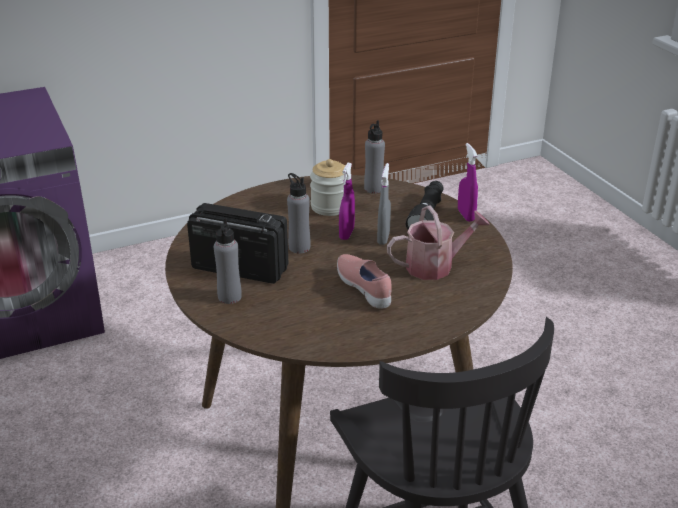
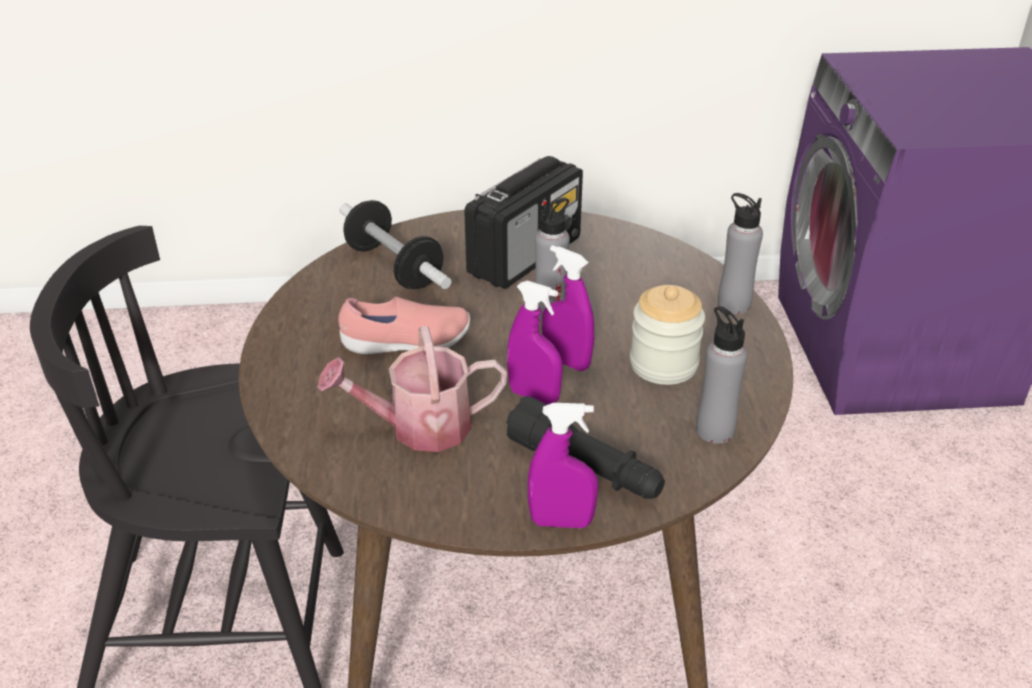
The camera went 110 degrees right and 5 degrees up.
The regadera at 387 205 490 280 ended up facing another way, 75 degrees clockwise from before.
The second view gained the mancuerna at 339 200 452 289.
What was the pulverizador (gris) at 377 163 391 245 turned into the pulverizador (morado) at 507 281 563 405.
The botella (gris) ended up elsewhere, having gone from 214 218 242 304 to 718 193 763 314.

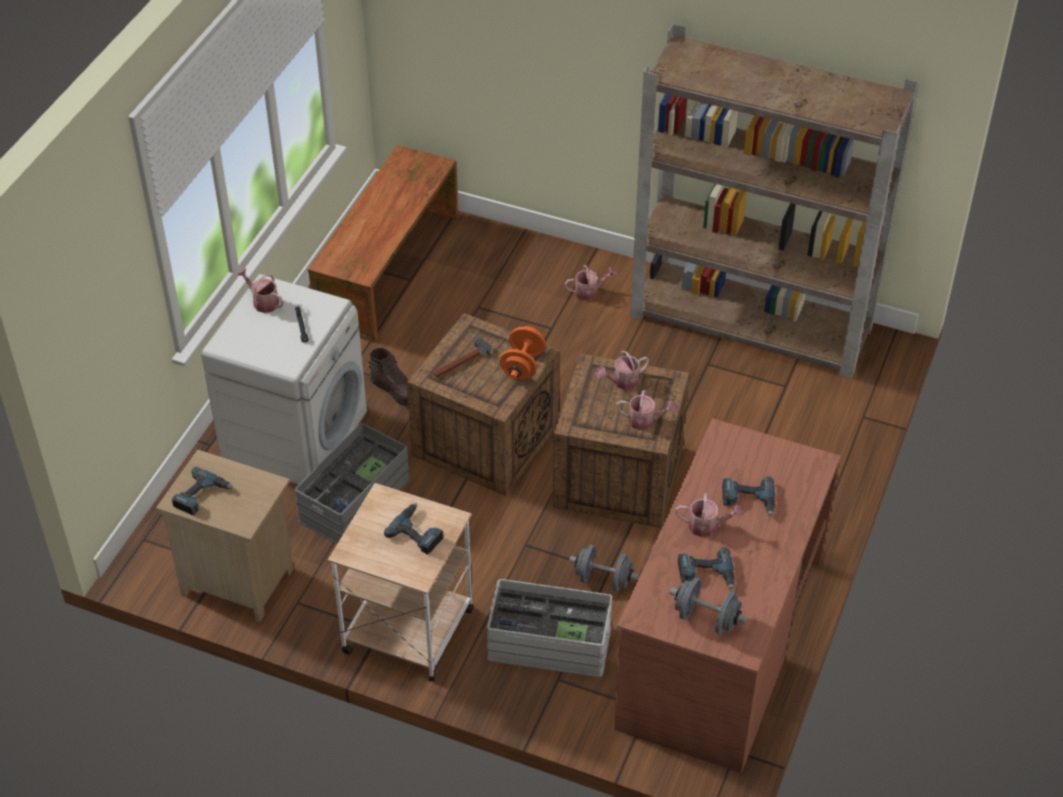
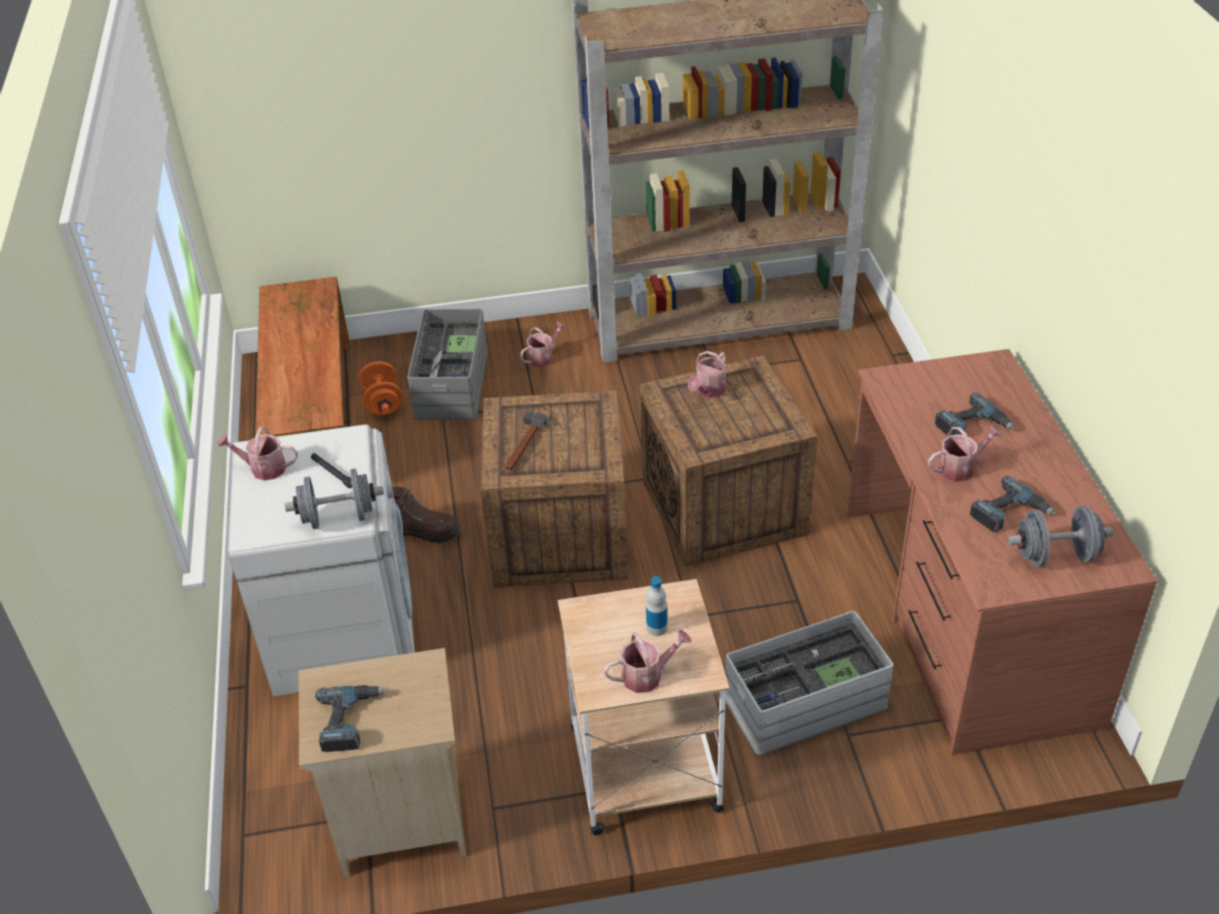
The camera went 30 degrees left and 5 degrees down.
The mancuerna (gris) ended up elsewhere, having gone from 569 545 639 592 to 285 468 384 529.
The mancuerna (naranja) ended up elsewhere, having gone from 500 326 546 380 to 358 361 403 415.
The caja de almacenaje (gris) ended up elsewhere, having gone from 295 423 410 544 to 407 309 488 420.
The regadera ended up elsewhere, having gone from 616 390 678 430 to 604 630 692 693.
Where the taladro stood at 384 503 444 555, the botella came to stand at 646 576 668 636.

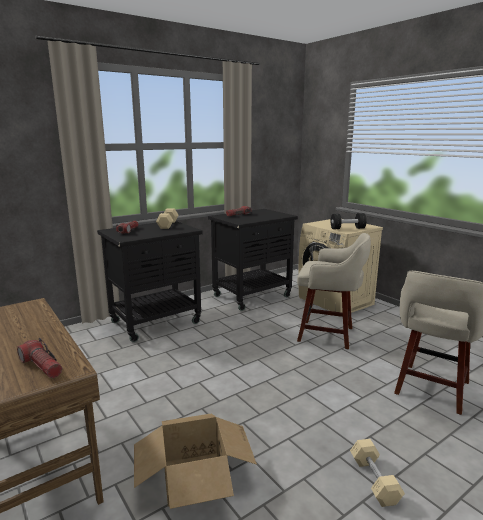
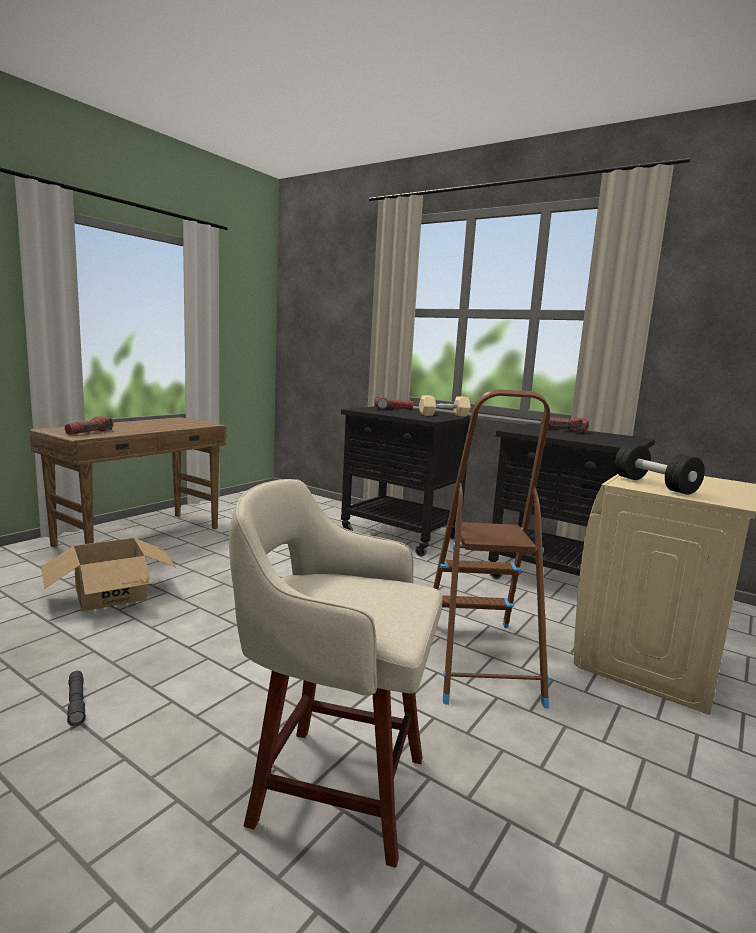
The camera went 70 degrees right and 5 degrees down.
Where the mancuerna (beis) stood at 350 439 405 507, the linterna (gris) came to stand at 67 671 86 726.
Where the taburete (beis) stood at 297 233 371 349, the escalera de tijera (marrón) came to stand at 433 389 550 708.

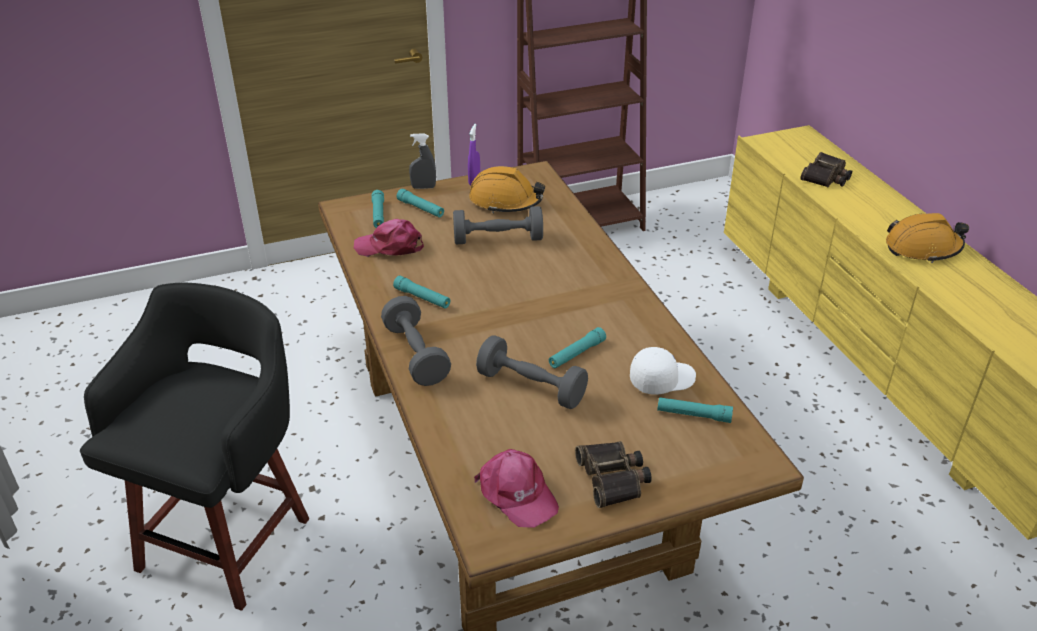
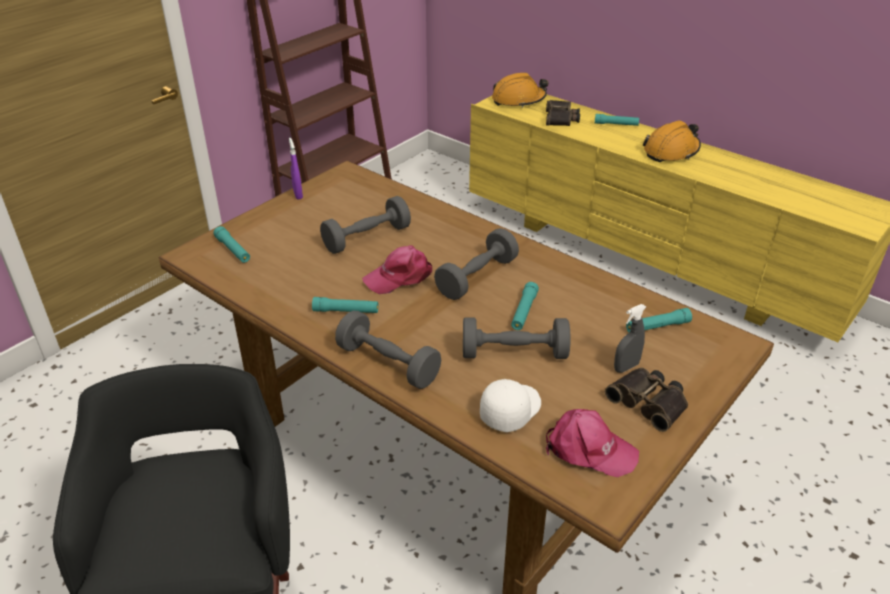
The camera went 30 degrees left and 0 degrees up.
The gorra (rosa) ended up elsewhere, having gone from 354 219 424 257 to 362 245 432 294.
The second view gained the mancuerna (gris) at 434 228 519 300.
The gorra (blanco) ended up elsewhere, having gone from 630 347 696 395 to 480 379 541 432.
The casco (naranja) ended up elsewhere, having gone from 469 166 545 213 to 492 73 548 108.
The linterna (turquesa) ended up elsewhere, having gone from 397 189 444 217 to 595 114 639 126.
The pulverizador (gris) ended up elsewhere, having gone from 409 134 436 189 to 614 304 646 373.

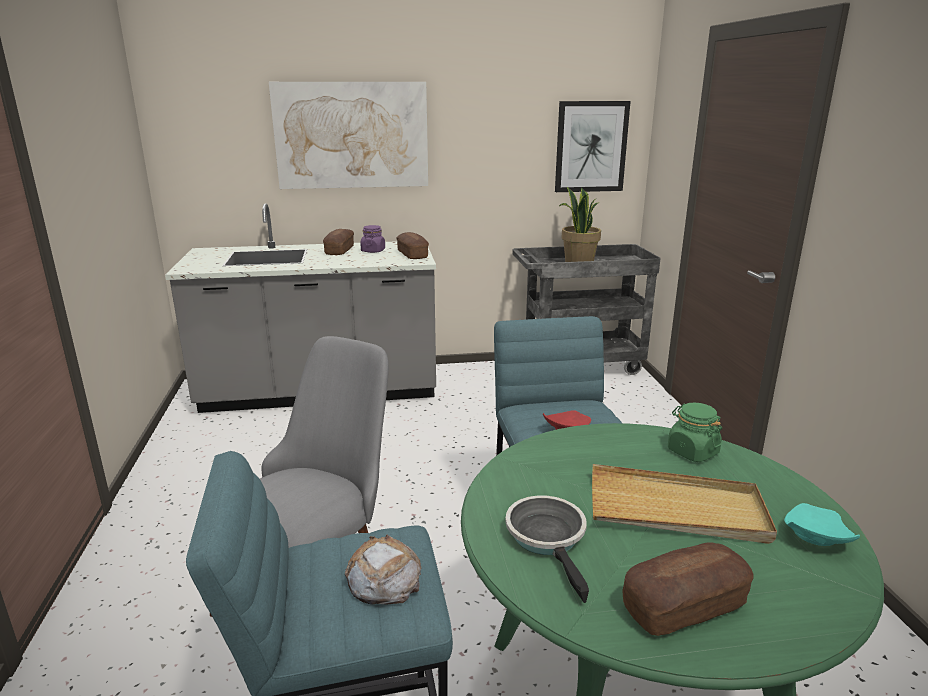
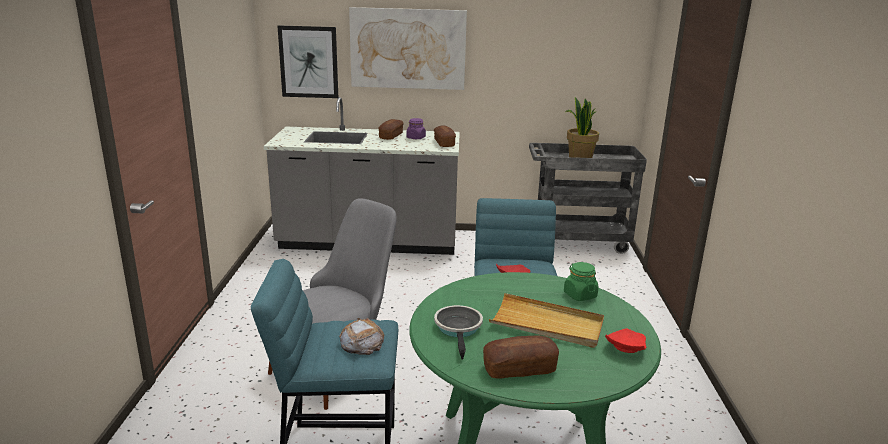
The camera went 10 degrees right and 0 degrees up.
The cuadro ended up elsewhere, having gone from 555 101 631 192 to 278 25 338 98.
What was the plato (turquesa) at 784 503 860 546 turned into the plato (rojo) at 605 329 646 353.

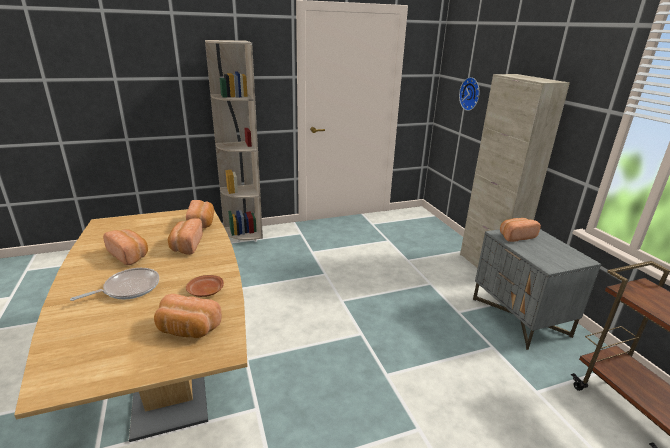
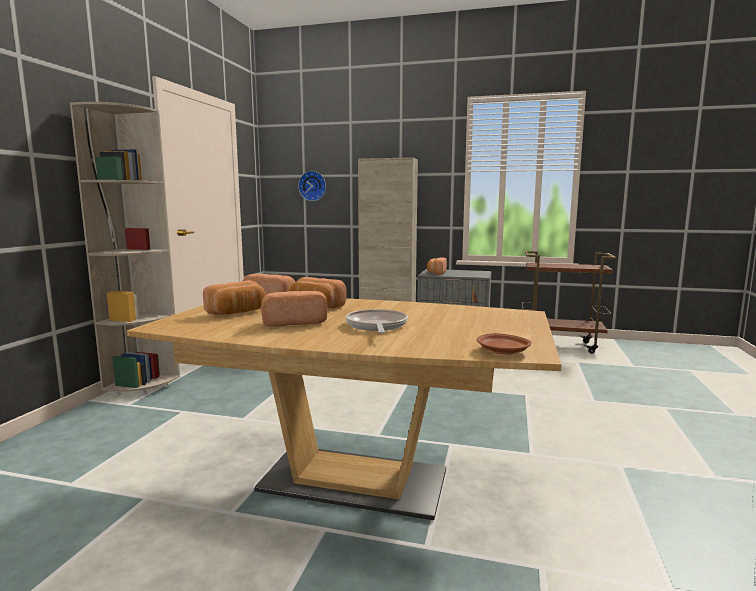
The camera went 55 degrees left and 15 degrees down.
The pan ended up elsewhere, having gone from 154 294 222 338 to 203 280 266 315.
The plato (marrón) ended up elsewhere, having gone from 186 275 224 297 to 477 333 532 354.

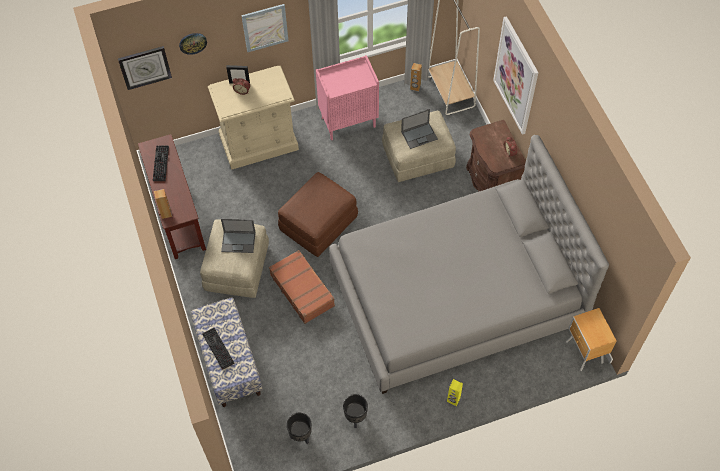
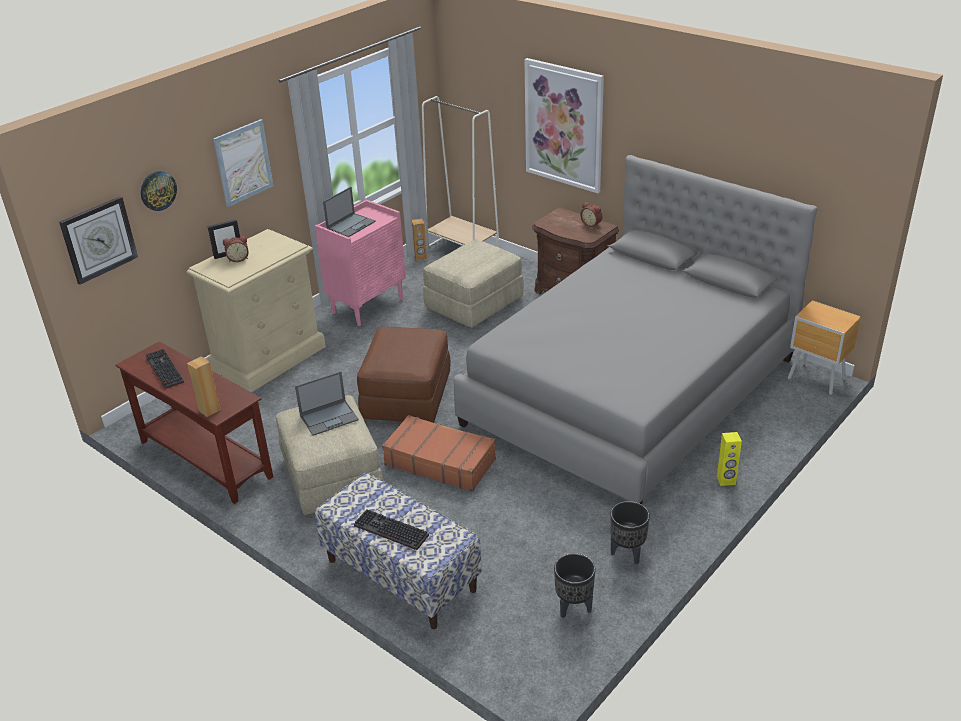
The camera went 30 degrees left and 25 degrees down.
The portátil ended up elsewhere, having gone from 401 109 438 149 to 323 187 376 237.

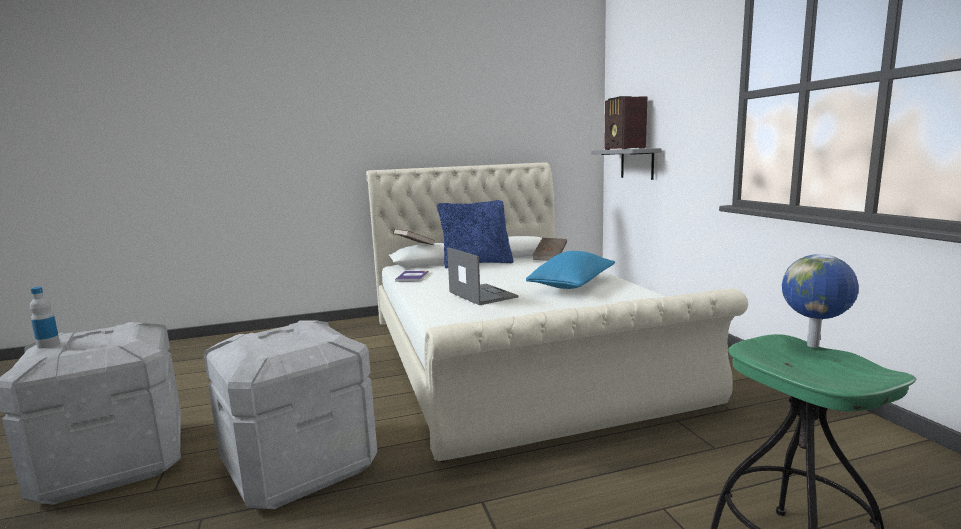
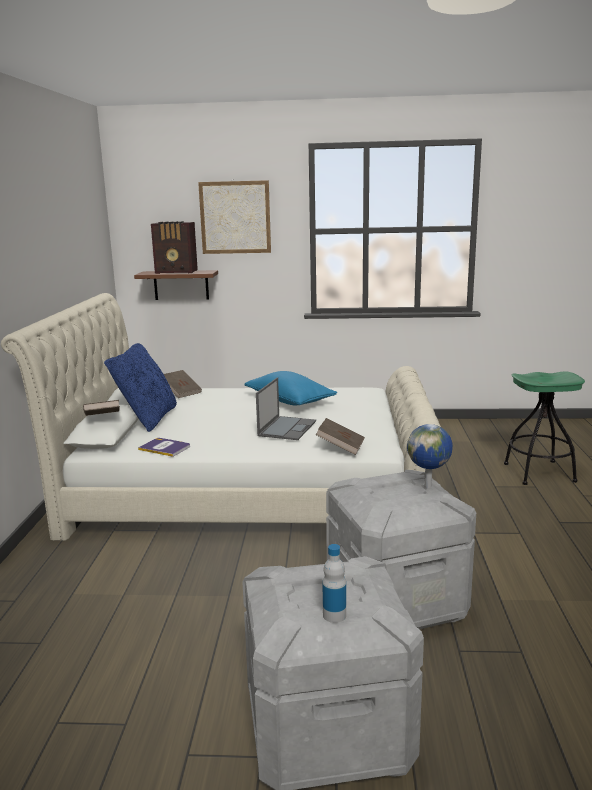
The camera went 70 degrees left and 5 degrees up.
What was the estante (gris) at 591 148 661 180 turned into the estante (marrón) at 134 270 218 300.
The second view gained the cuadro at 198 179 271 254.
The portátil at 447 247 519 305 ended up facing another way, 120 degrees clockwise from before.
The second view gained the libro (marrón) at 315 418 365 455.
The globo terráqueo ended up elsewhere, having gone from 782 254 859 347 to 407 424 453 488.

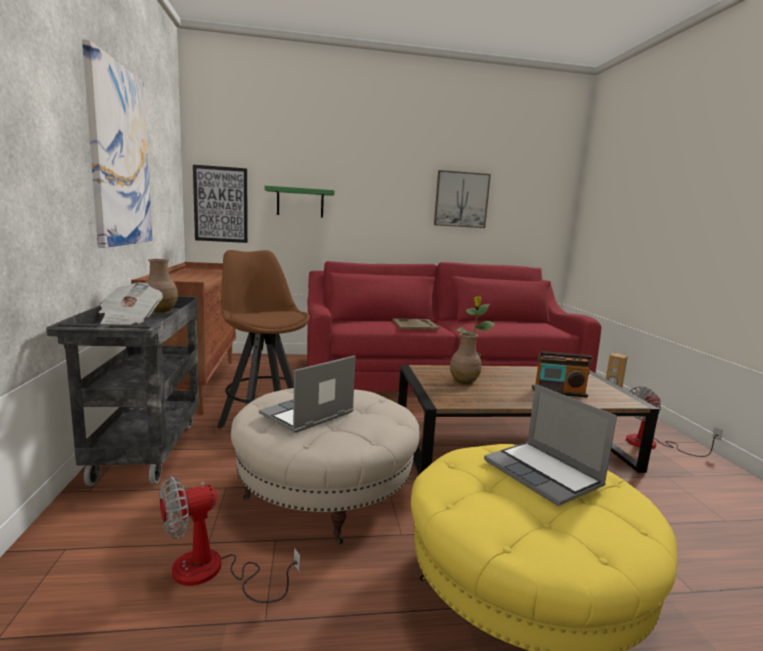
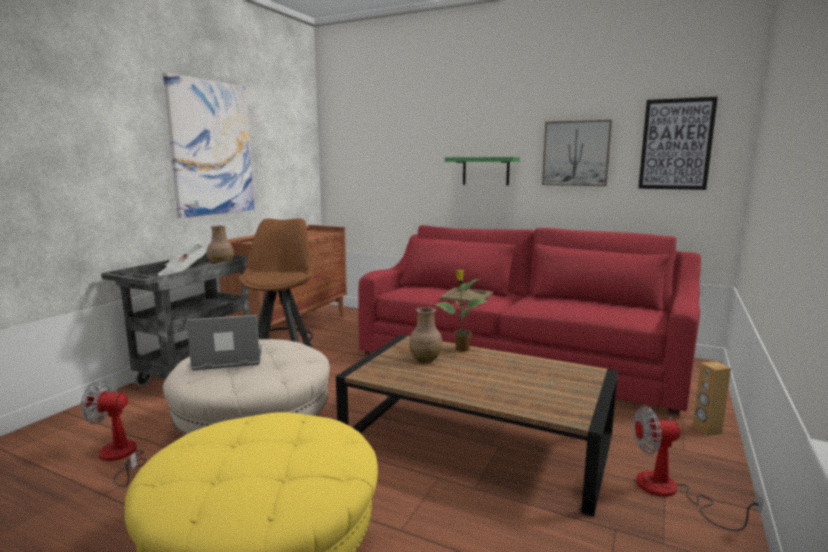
The camera went 35 degrees right and 0 degrees up.
The estante (verde) ended up elsewhere, having gone from 264 186 334 218 to 445 157 520 186.
The cuadro ended up elsewhere, having gone from 193 165 248 243 to 638 97 718 190.
The second view lost the portátil at 484 384 617 506.
The second view lost the radio at 532 351 592 398.

